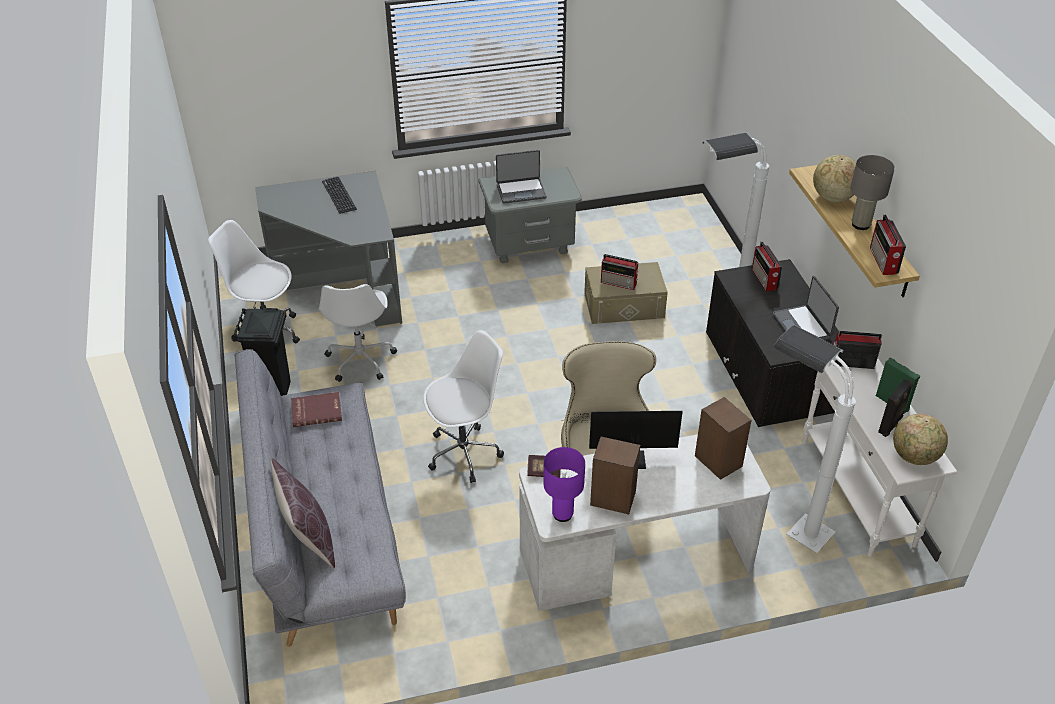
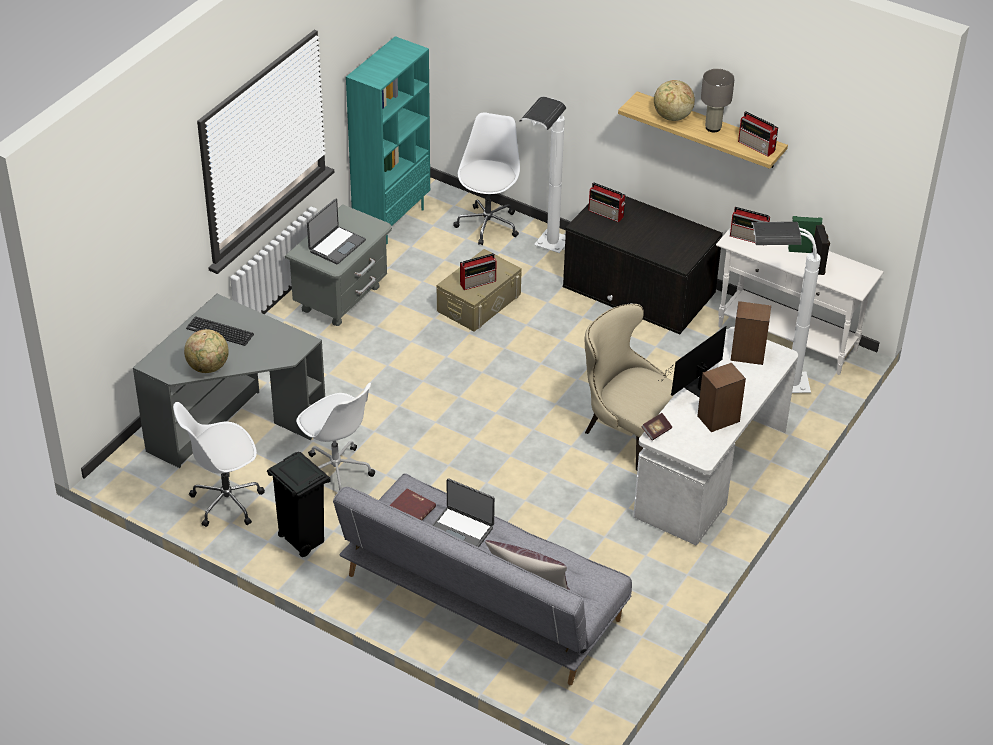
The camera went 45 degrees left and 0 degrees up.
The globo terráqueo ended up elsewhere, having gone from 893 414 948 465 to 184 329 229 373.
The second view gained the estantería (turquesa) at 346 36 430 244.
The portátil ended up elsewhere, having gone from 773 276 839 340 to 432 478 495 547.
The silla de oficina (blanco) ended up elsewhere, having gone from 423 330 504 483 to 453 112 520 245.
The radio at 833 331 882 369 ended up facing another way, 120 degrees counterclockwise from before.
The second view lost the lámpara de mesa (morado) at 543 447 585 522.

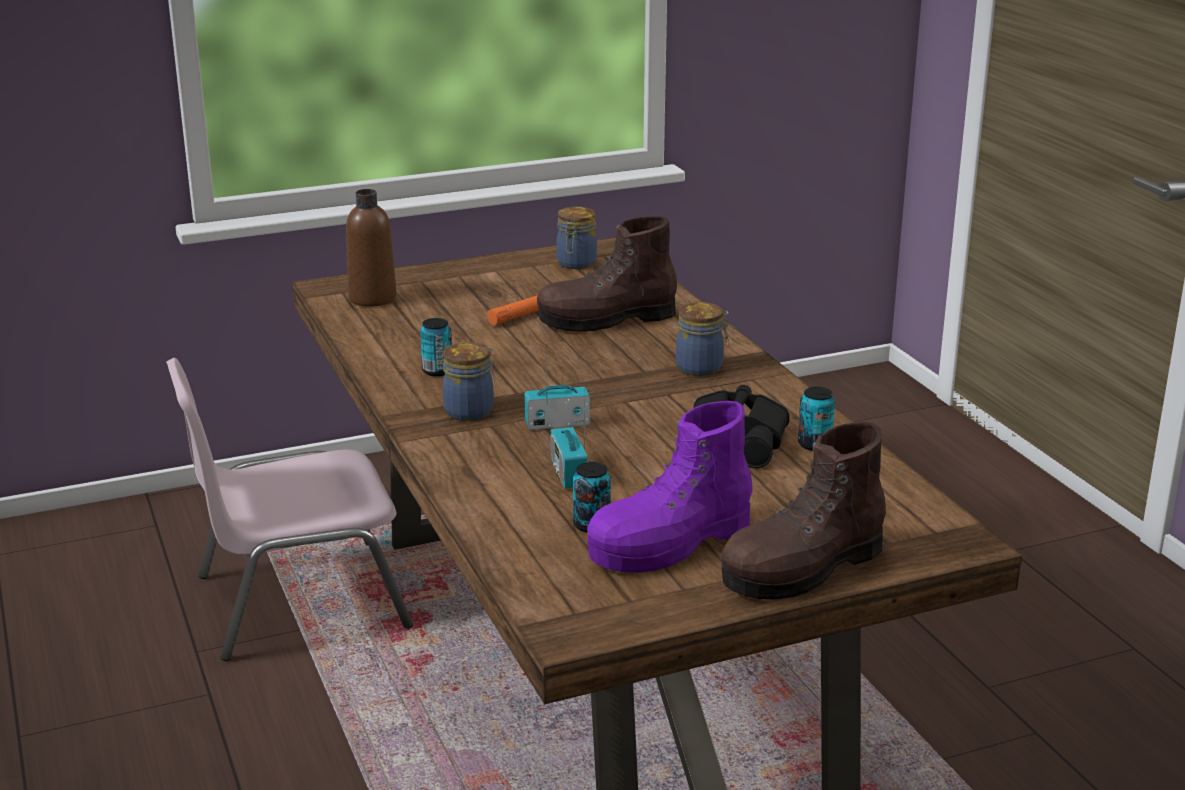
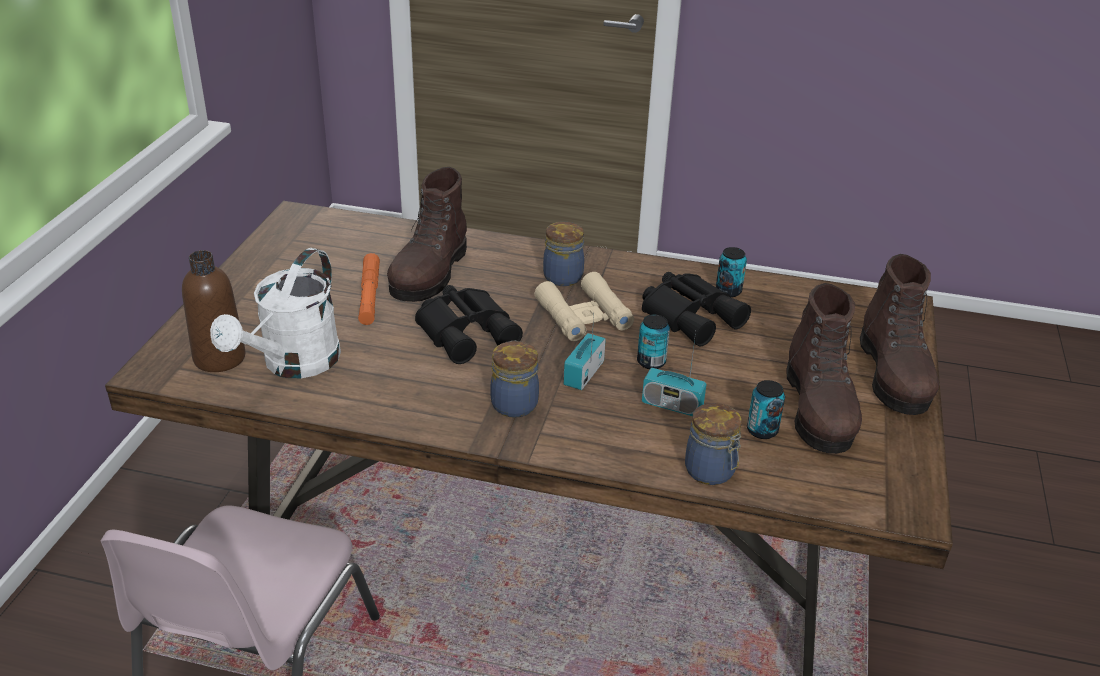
The camera went 55 degrees left and 10 degrees up.
The second view gained the regadera (blanco) at 210 248 341 378.
The second view gained the prismáticos (negro) at 415 285 523 364.
The second view gained the prismáticos (beis) at 535 272 634 341.
The lata ended up elsewhere, having gone from 420 318 452 376 to 637 314 670 369.
The tarro ended up elsewhere, having gone from 556 206 597 269 to 685 403 742 485.
What was the bota (morado) at 587 401 753 573 turned into the bota (marrón) at 786 283 862 454.

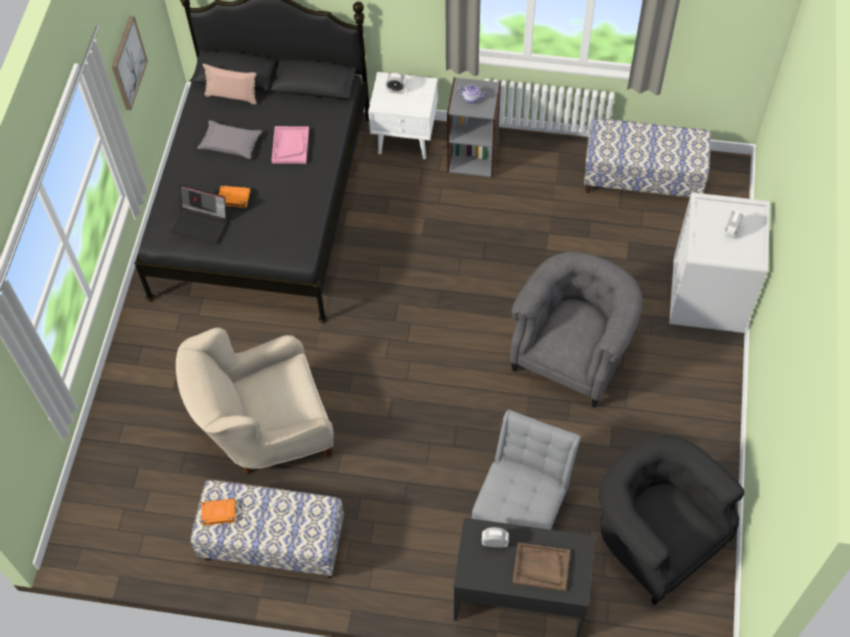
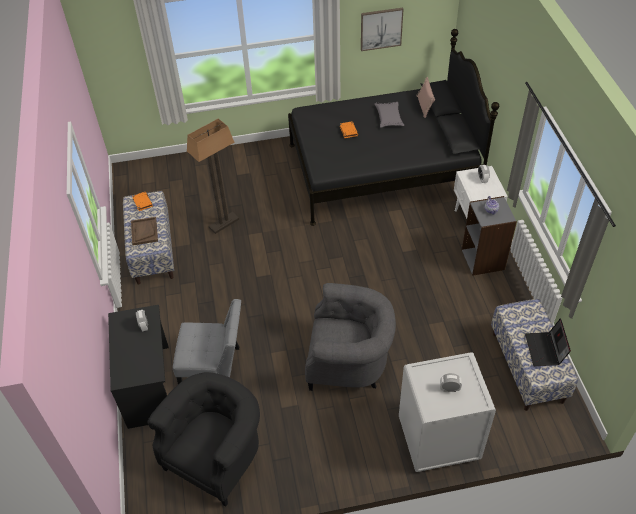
The camera went 70 degrees right and 10 degrees down.
The bandeja (marrón) ended up elsewhere, having gone from 512 542 570 591 to 131 217 158 245.
Where the sillón (beis) stood at 176 328 334 474, the lámpara de pie came to stand at 187 118 239 234.
The portátil ended up elsewhere, having gone from 170 185 226 245 to 525 318 571 366.
The second view lost the bandeja (rosa) at 271 126 309 164.

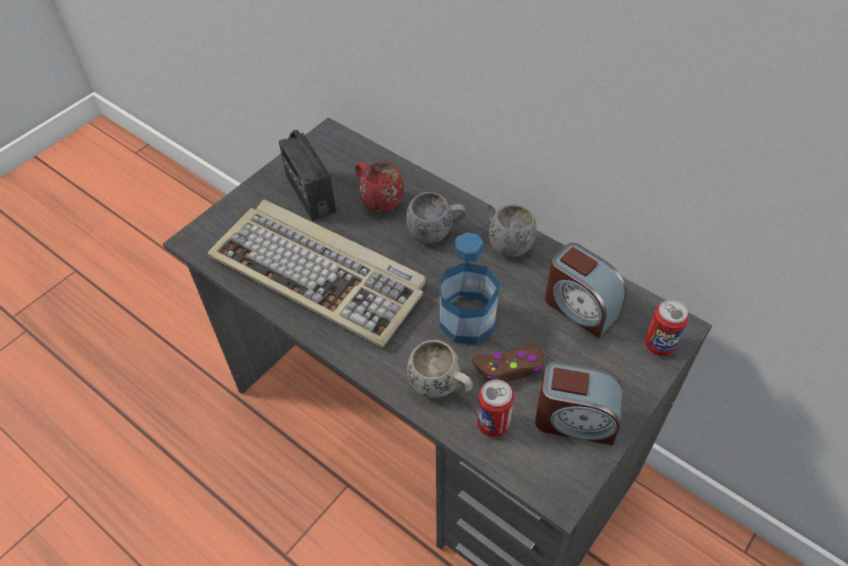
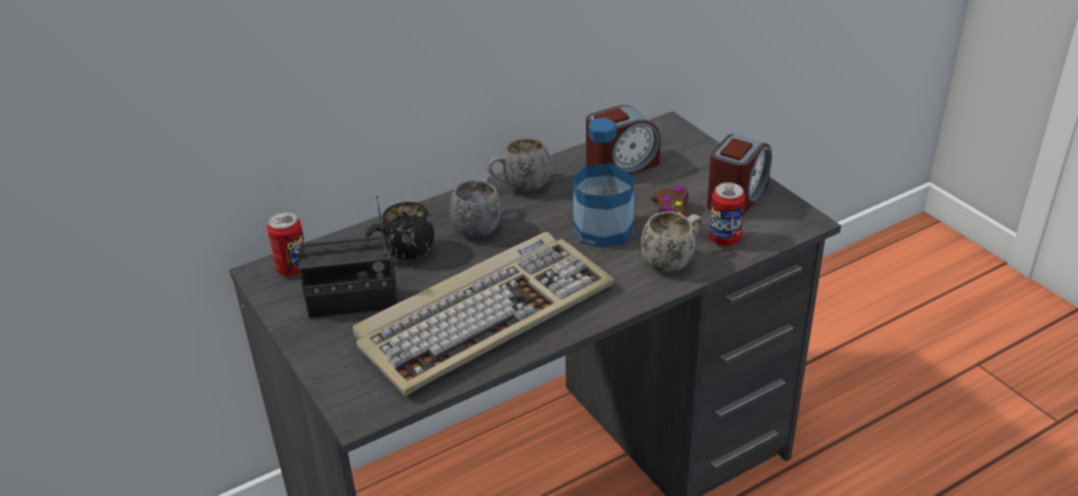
The camera went 70 degrees left and 15 degrees down.
The lata ended up elsewhere, having gone from 644 300 689 356 to 267 212 306 276.
What was the taza grande (rojo) at 355 162 404 213 turned into the taza grande (negro) at 365 202 434 260.

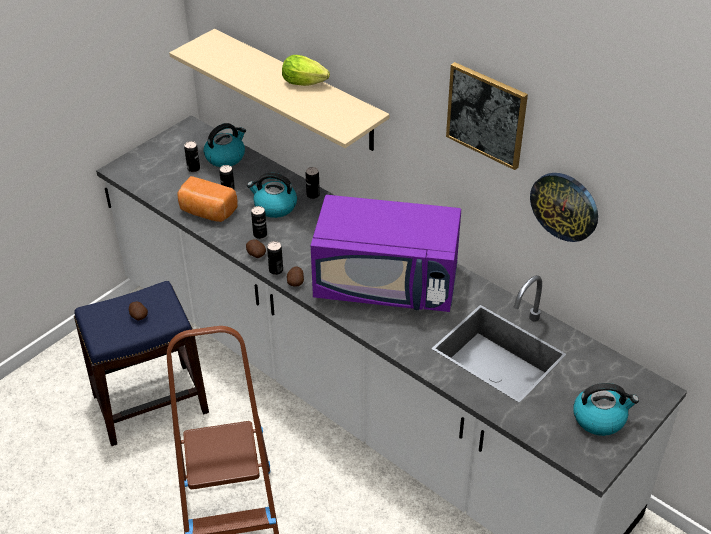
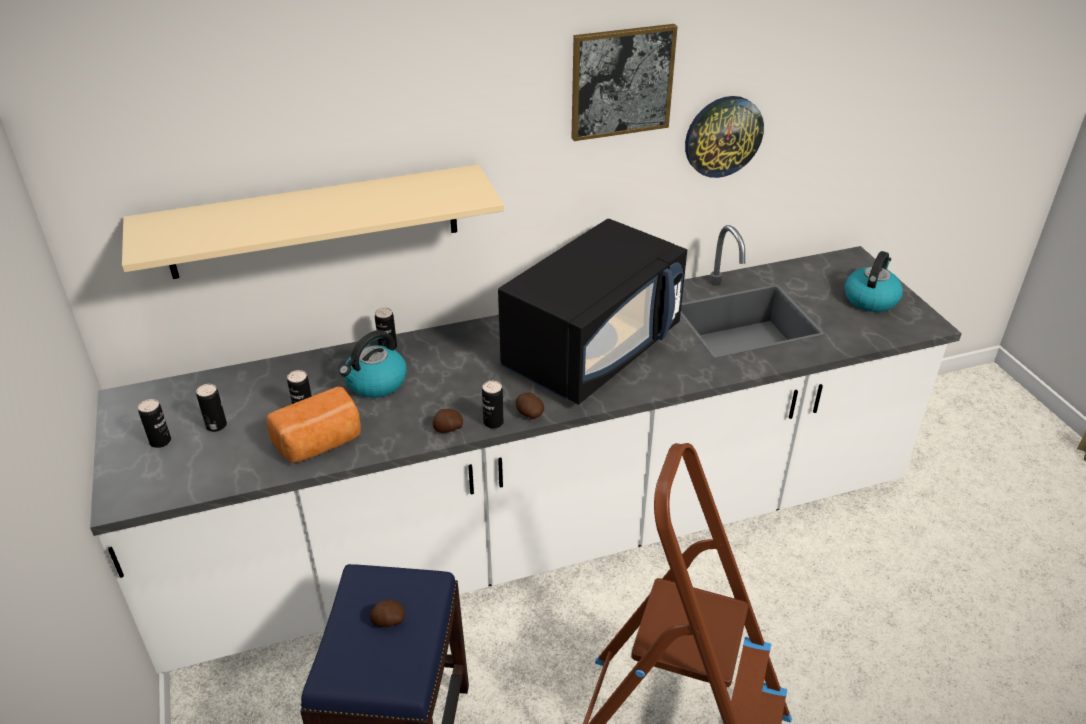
The camera went 60 degrees left and 5 degrees down.
The lata ended up elsewhere, having gone from 251 206 267 239 to 138 399 171 448.
What was the microondas (morado) at 311 195 461 312 turned into the microondas (negro) at 498 219 687 405.
The second view lost the hervidor at 204 123 246 167.
The second view lost the lechuga at 282 55 330 86.

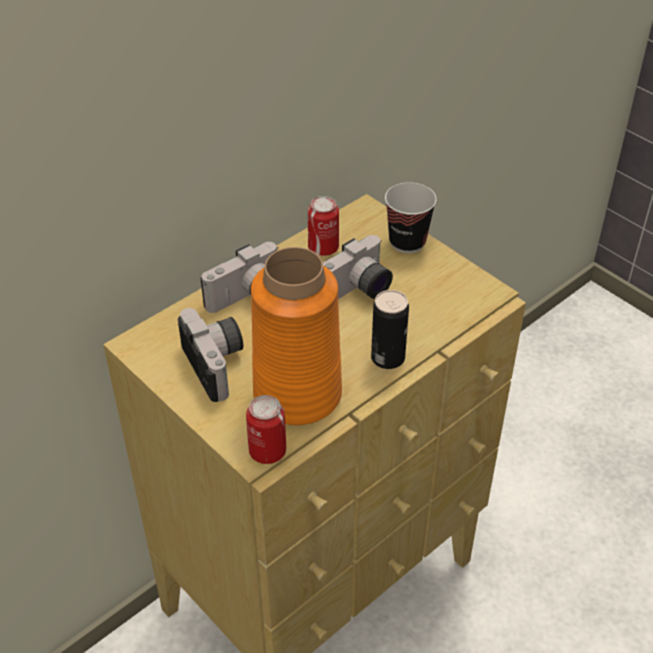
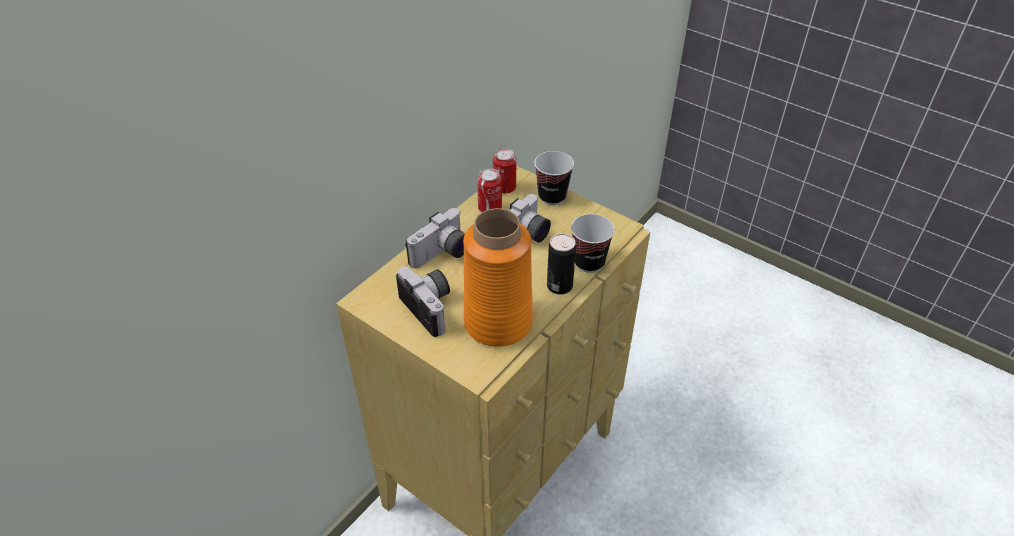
The camera went 10 degrees left and 0 degrees up.
The lata ended up elsewhere, having gone from 246 395 286 464 to 493 148 516 194.
The second view gained the taza at 571 214 615 273.

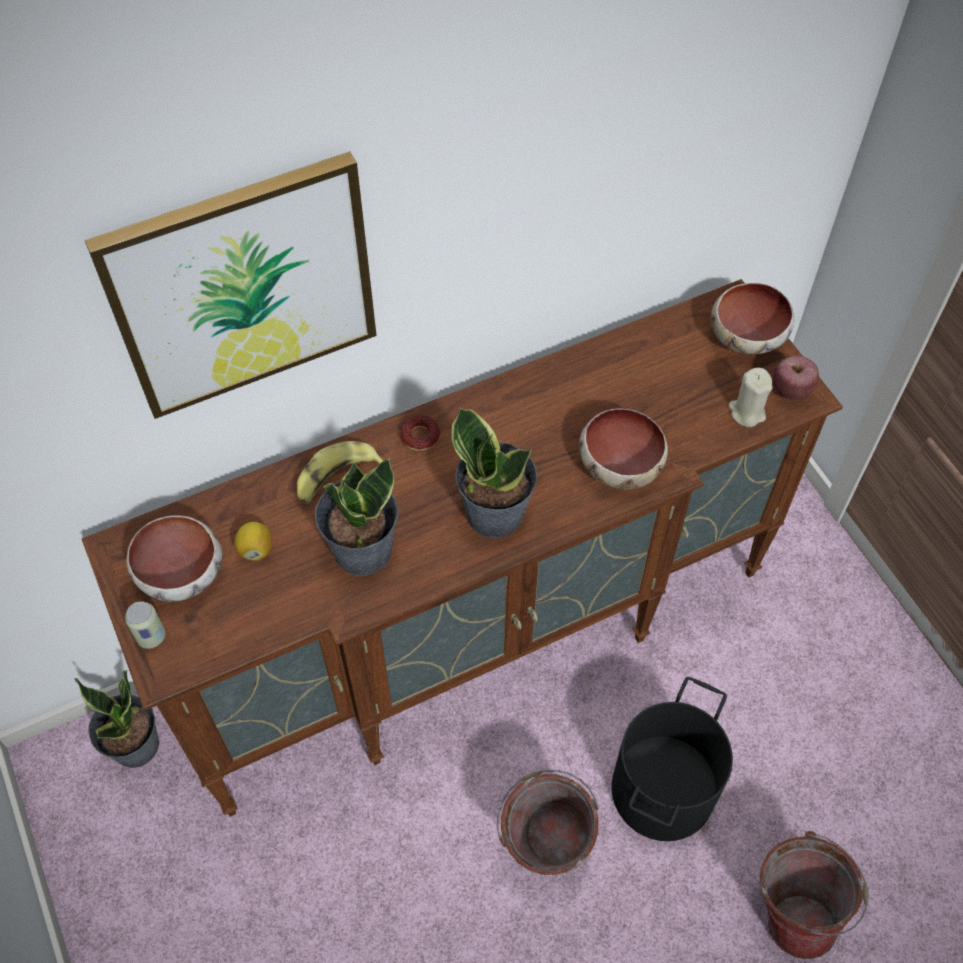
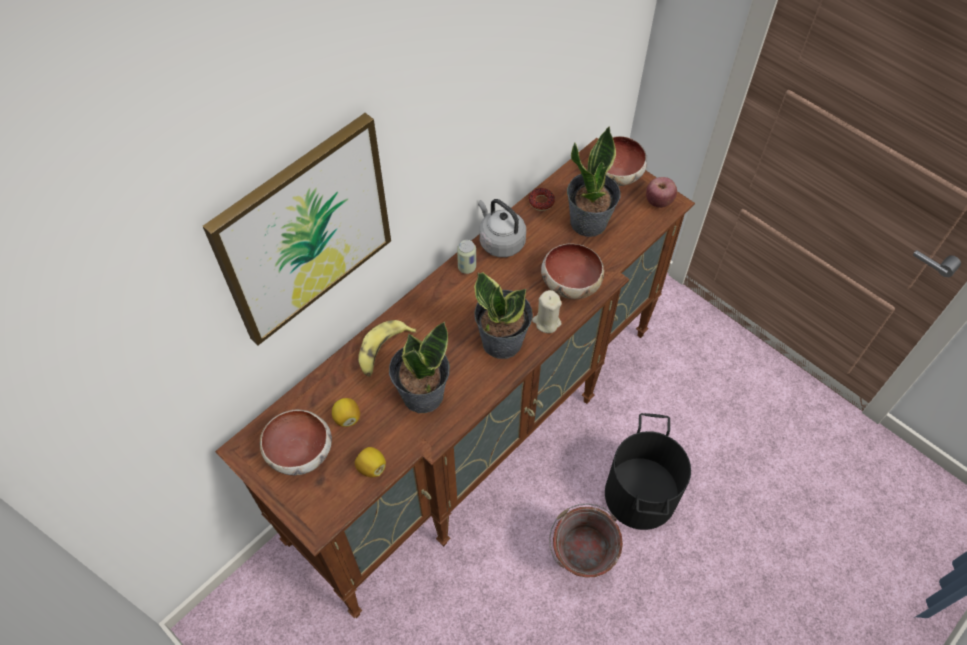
The camera went 20 degrees left and 0 degrees up.
The second view gained the limón at 355 447 386 477.
The lata ended up elsewhere, having gone from 125 601 166 649 to 457 240 476 274.
The second view gained the hervidor (gris) at 478 199 526 257.
The rosquilla ended up elsewhere, having gone from 400 415 440 451 to 528 188 555 211.
The vela (beis) ended up elsewhere, having gone from 728 368 772 427 to 532 290 562 333.
The planta en maceta ended up elsewhere, having gone from 74 670 159 768 to 567 126 621 237.
The second view lost the cubo at 760 831 869 959.

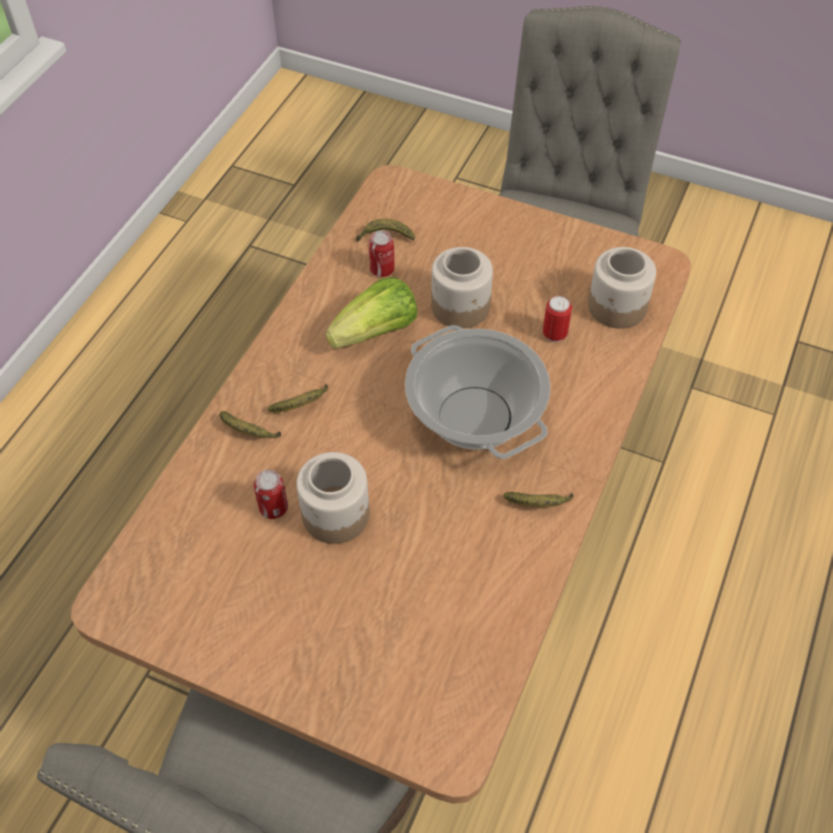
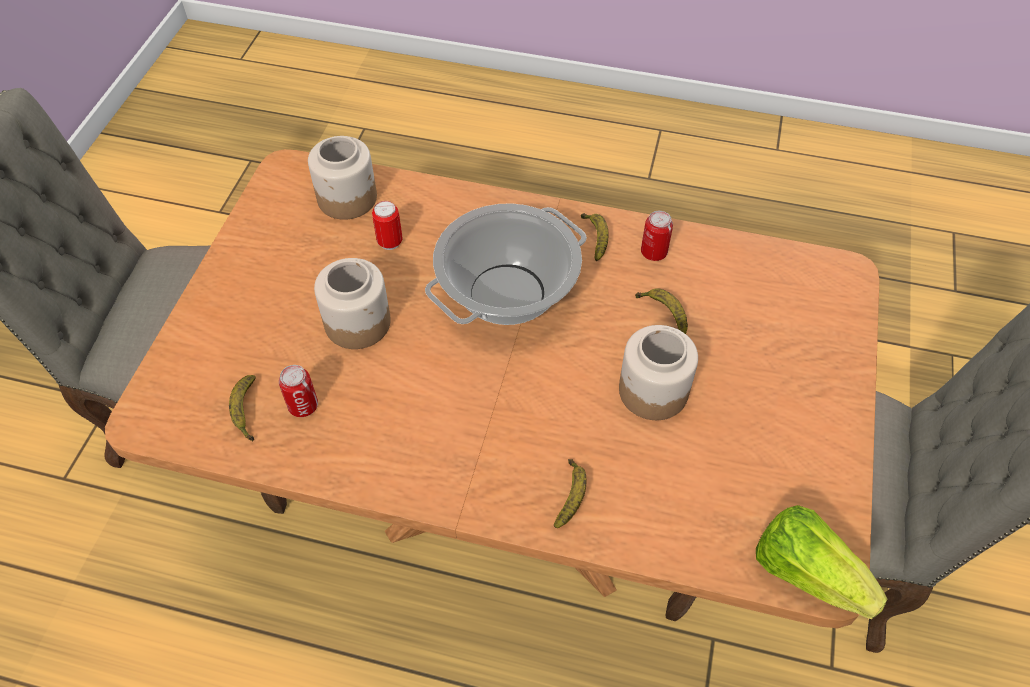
The camera went 100 degrees left and 0 degrees up.
The plátano ended up elsewhere, having gone from 268 384 328 413 to 635 288 688 334.
The lata ended up elsewhere, having gone from 254 470 288 519 to 641 211 673 261.
The lechuga ended up elsewhere, having gone from 326 277 417 349 to 756 505 887 619.

